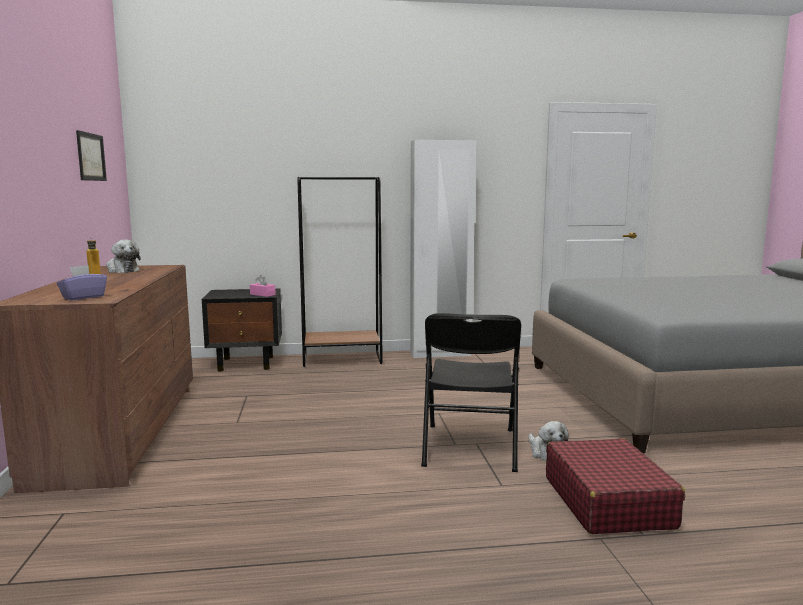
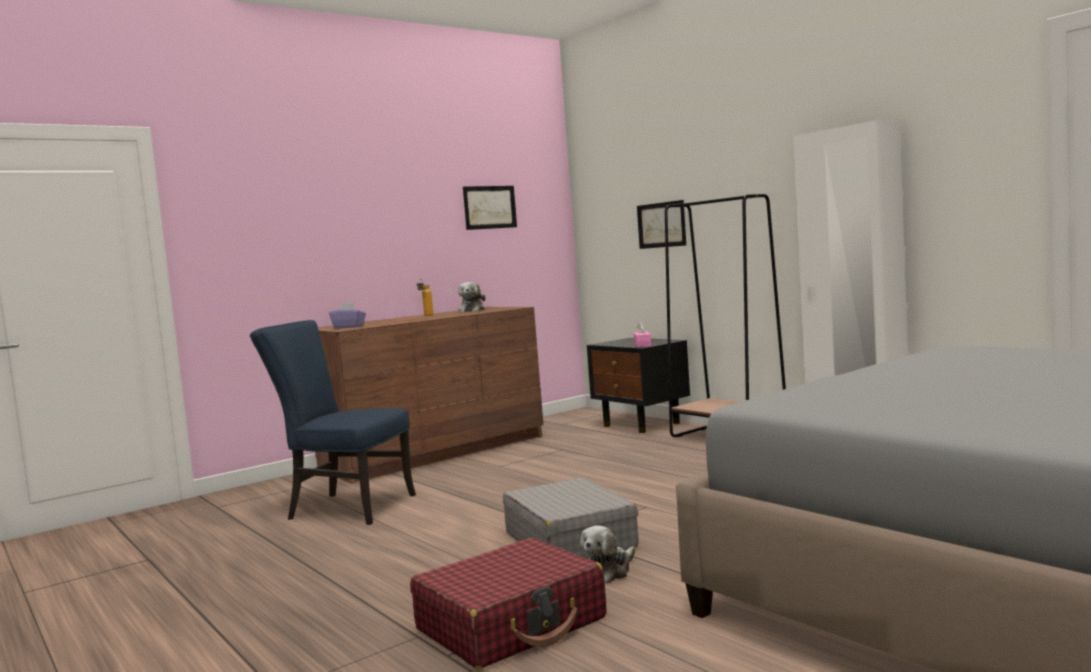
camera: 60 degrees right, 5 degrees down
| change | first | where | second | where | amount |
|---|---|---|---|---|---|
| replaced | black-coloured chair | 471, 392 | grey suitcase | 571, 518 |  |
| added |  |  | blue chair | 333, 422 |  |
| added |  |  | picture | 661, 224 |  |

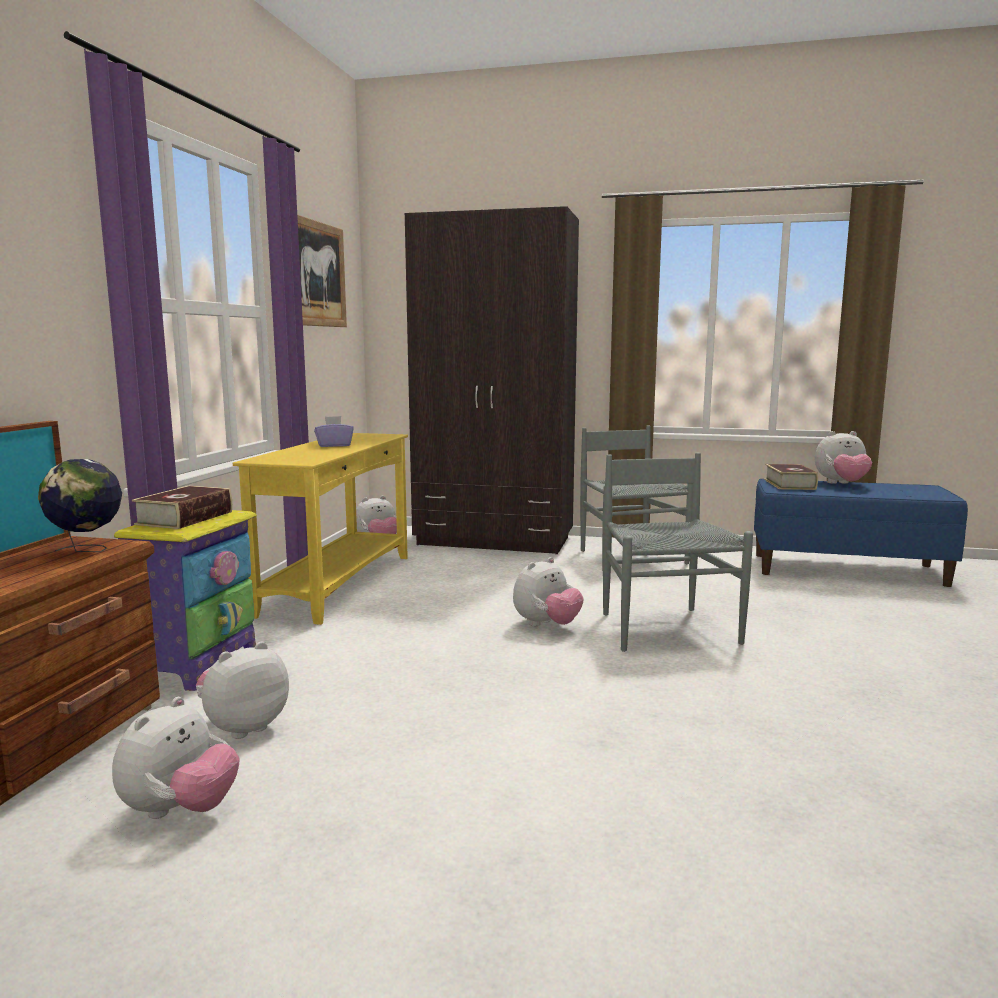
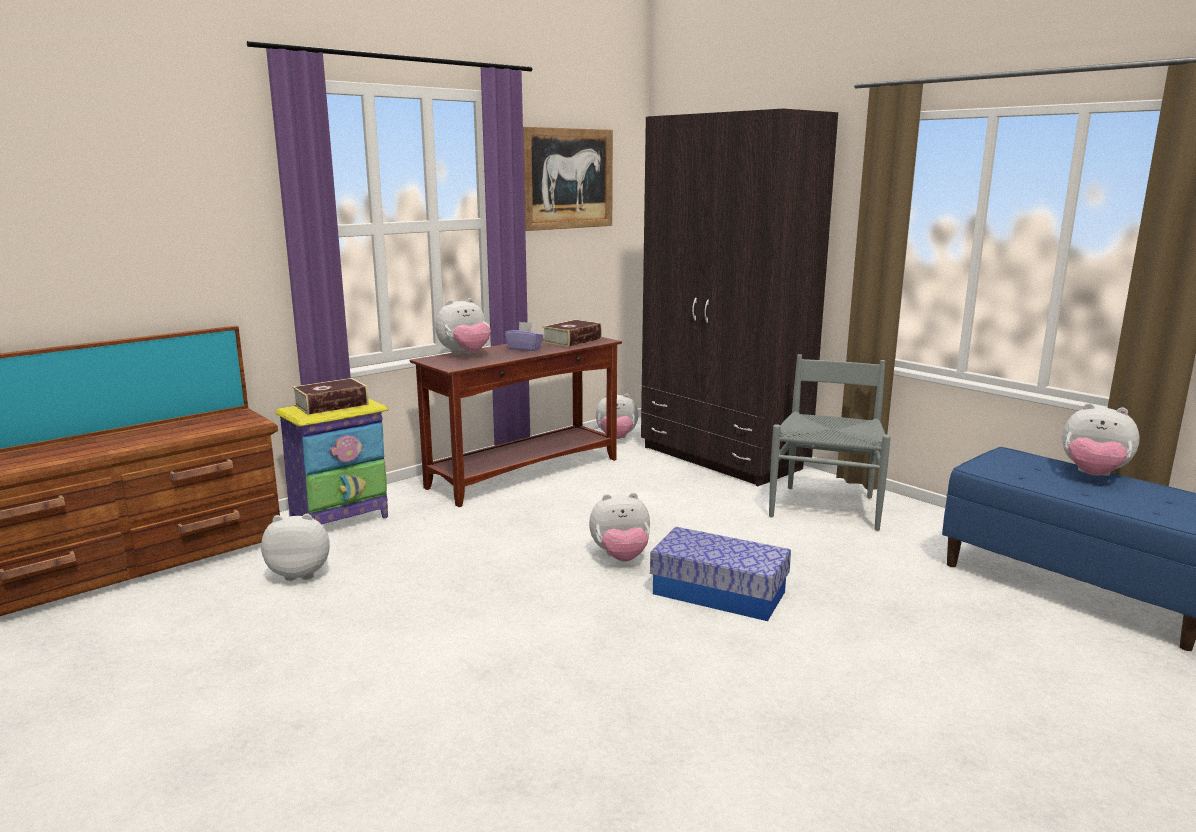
camera: 35 degrees right, 5 degrees up
| change | first | where | second | where | amount |
|---|---|---|---|---|---|
| removed | desk globe | 80, 505 |  |  |  |
| moved | plush toy | 175, 758 |  | 463, 326 |  |
| recoloured | yellowish console table | 320, 529 | brown-coloured console table | 516, 422 |  |
| replaced | grey chair | 678, 552 | storage container | 720, 574 |  |
| moved | volume | 791, 477 |  | 572, 333 |  |

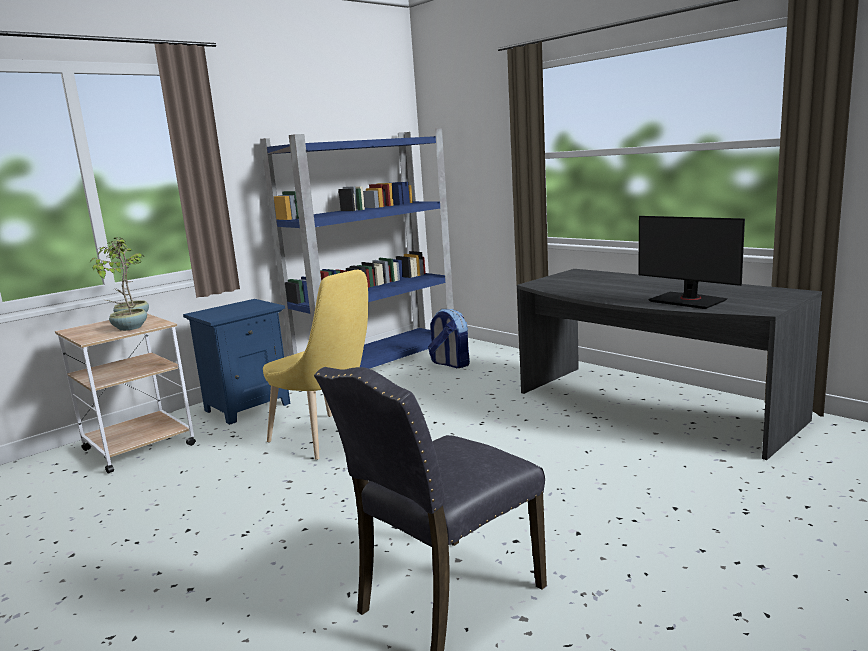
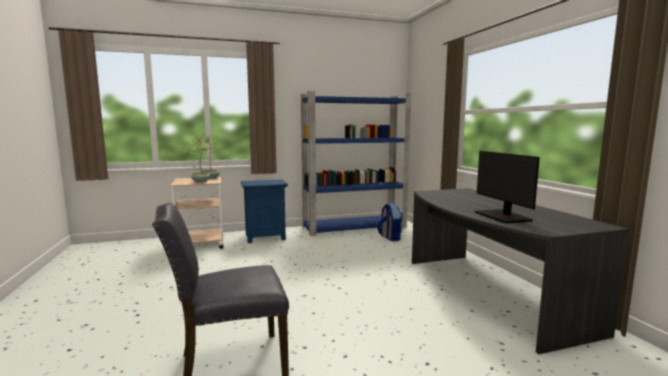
camera: 25 degrees right, 5 degrees down
| change | first | where | second | where | amount |
|---|---|---|---|---|---|
| removed | yellowish chair | 315, 365 |  |  |  |

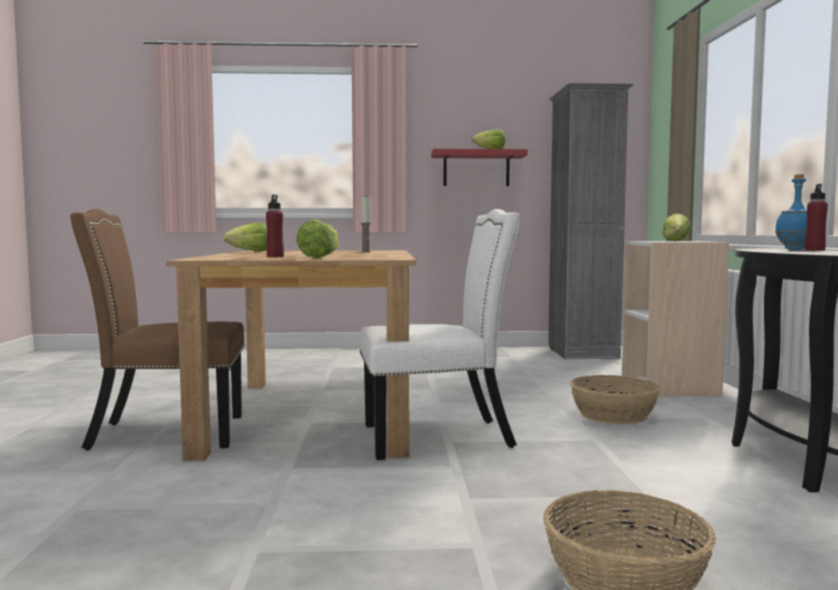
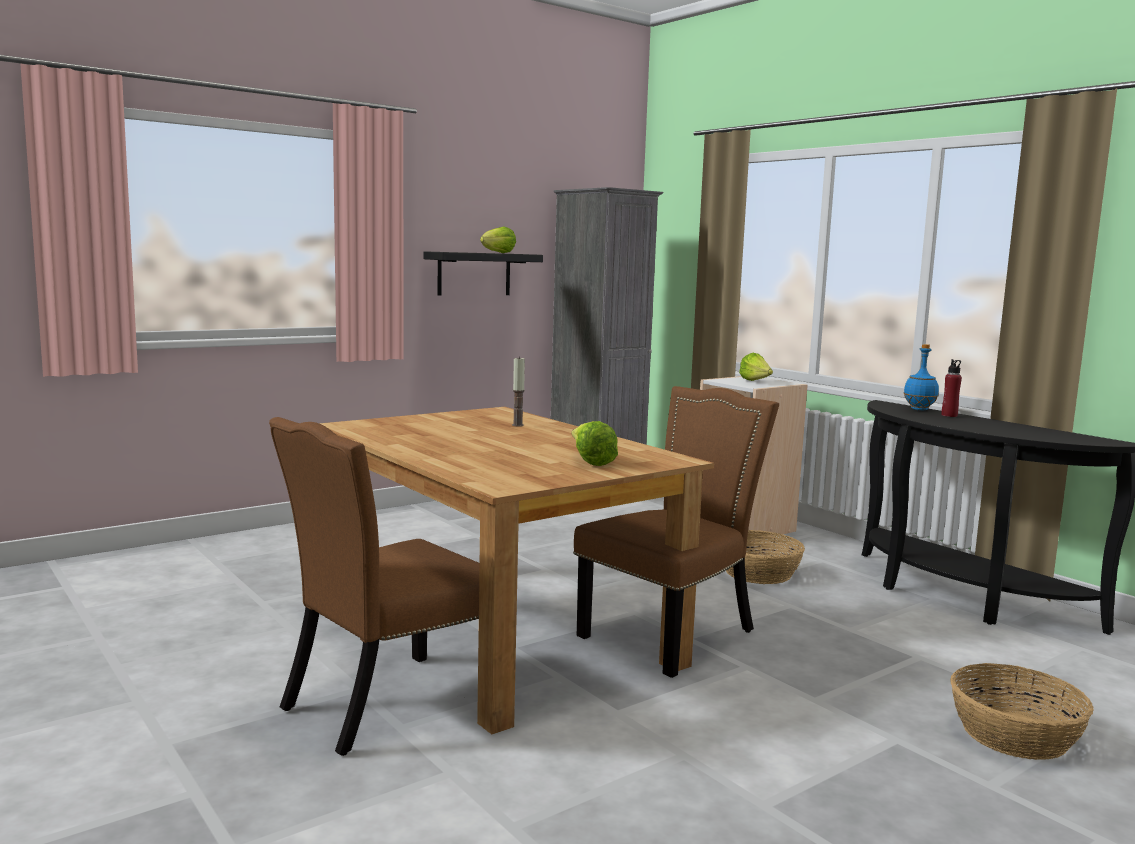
camera: 35 degrees left, 5 degrees up
| change | first | where | second | where | amount |
|---|---|---|---|---|---|
| removed | lettuce head | 245, 237 |  |  |  |
| removed | red bottle | 275, 225 |  |  |  |
| recoloured | whitish chair | 440, 334 | brown-coloured chair | 676, 532 |  |
| recoloured | red bracket shelf | 479, 167 | black-coloured bracket shelf | 483, 273 |  |

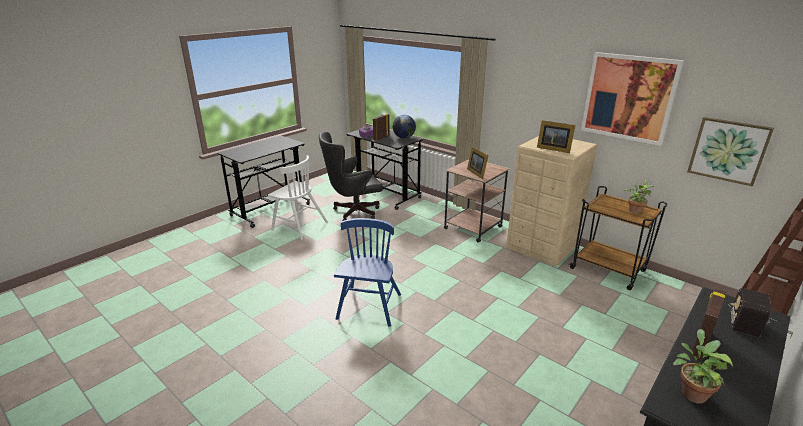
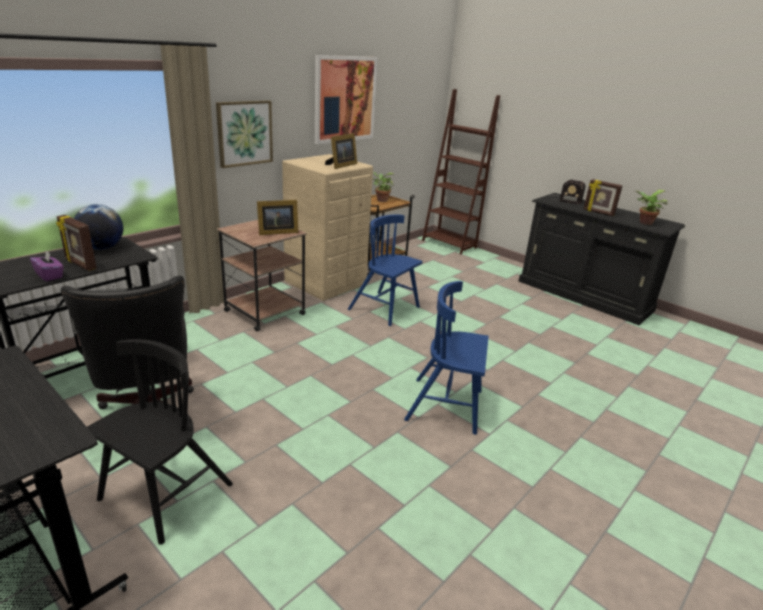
camera: 90 degrees left, 0 degrees up
| change | first | where | second | where | amount |
|---|---|---|---|---|---|
| recoloured | whitish chair | 298, 197 | black-coloured chair | 160, 442 |  |
| moved | picture | 730, 152 |  | 244, 134 |  |
| added |  |  | blue chair | 385, 270 |  |

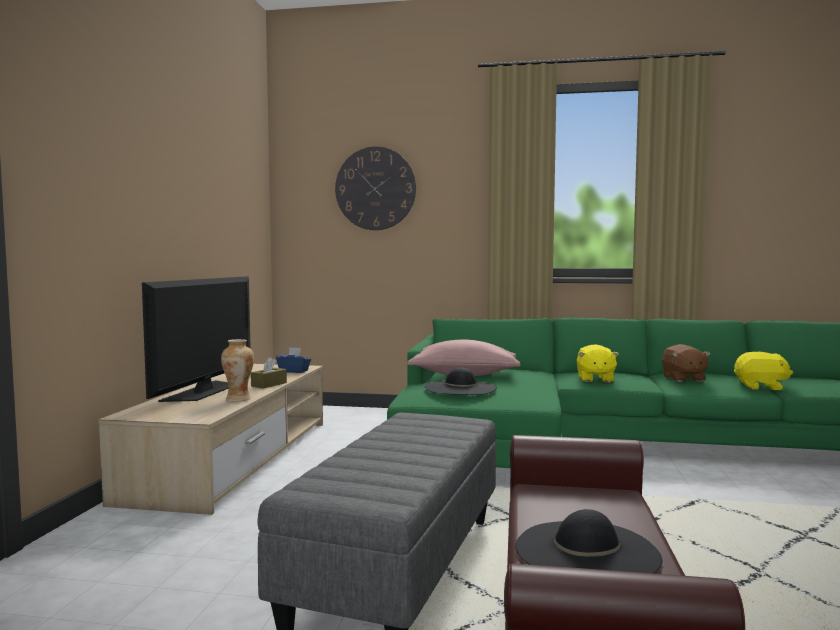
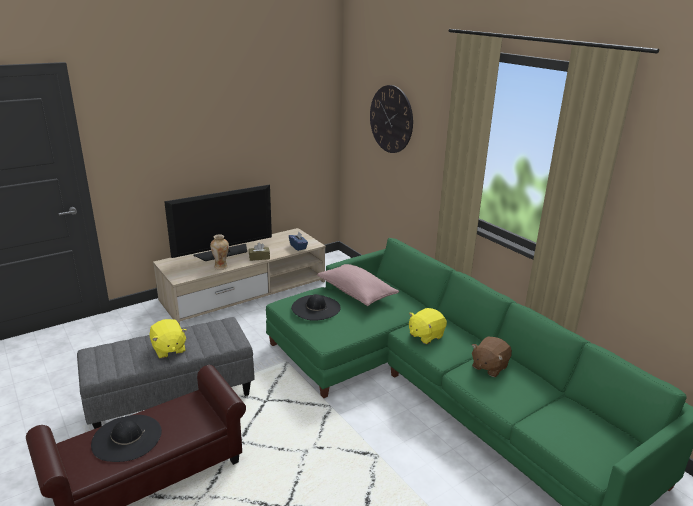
camera: 45 degrees right, 20 degrees up
| change | first | where | second | where | amount |
|---|---|---|---|---|---|
| moved | yellowish plush toy | 763, 371 |  | 168, 339 |  |

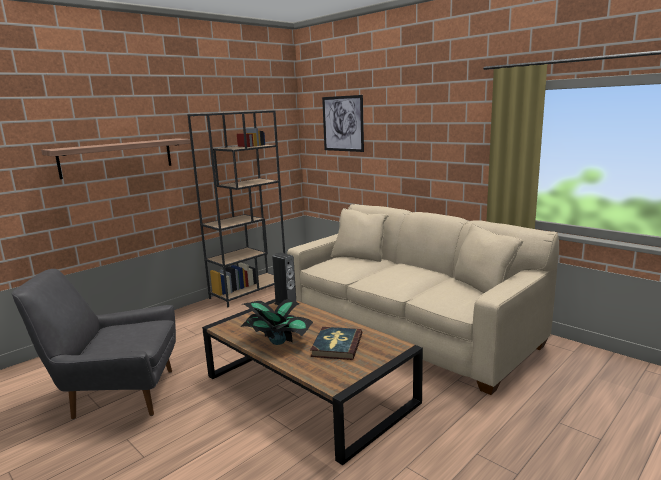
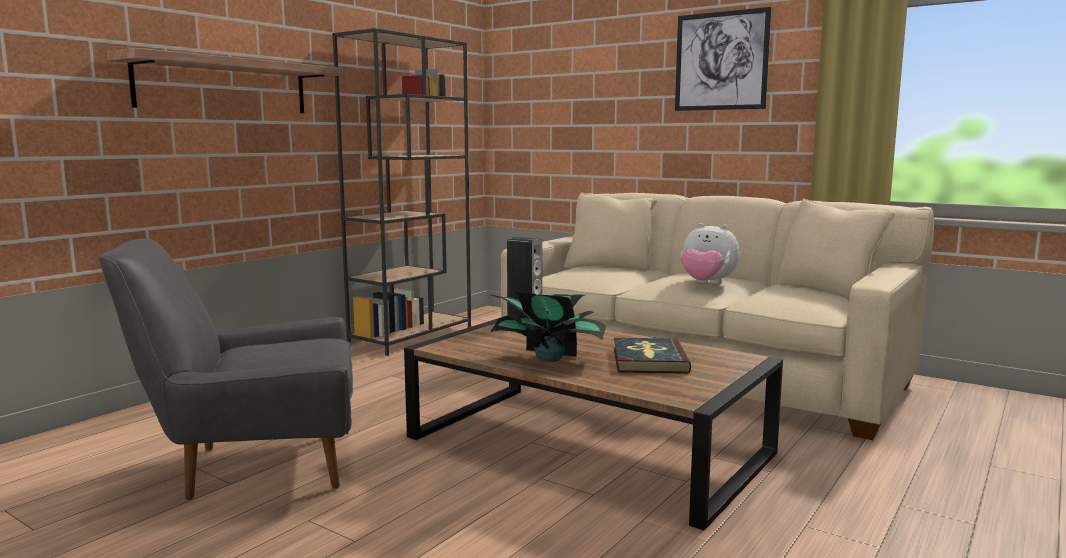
camera: 10 degrees left, 5 degrees down
| change | first | where | second | where | amount |
|---|---|---|---|---|---|
| moved | picture | 343, 123 |  | 723, 59 |  |
| added |  |  | plush toy | 710, 253 |  |

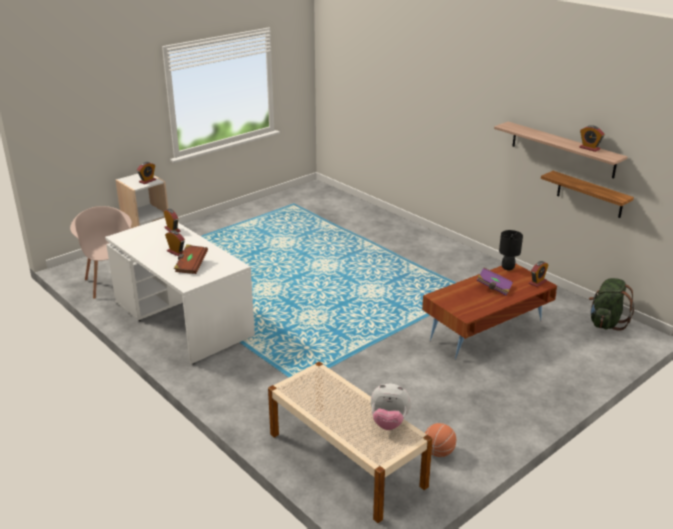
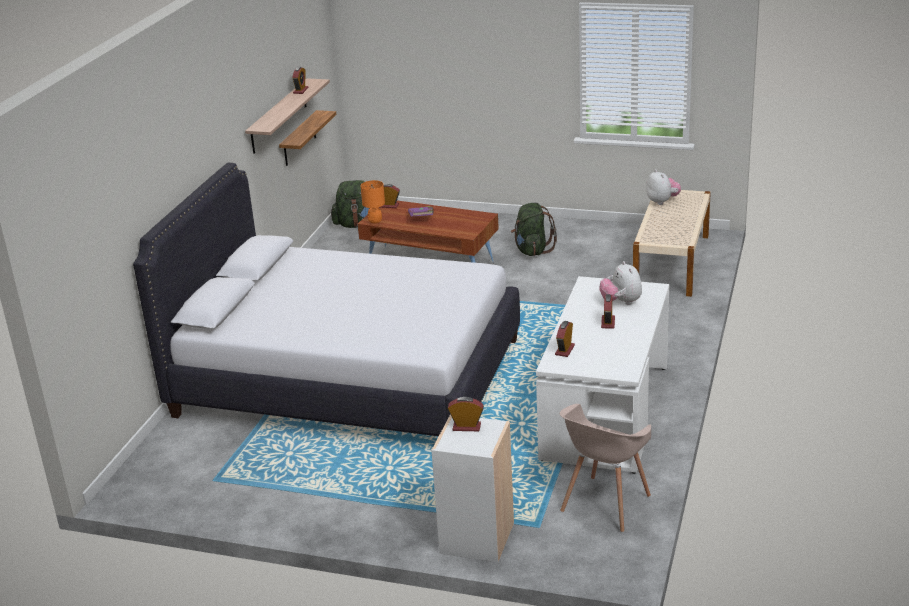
camera: 120 degrees left, 0 degrees up
| change | first | where | second | where | amount |
|---|---|---|---|---|---|
| replaced | brown-coloured volume | 191, 259 | plush toy | 620, 283 |  |
| removed | ball for basketball | 440, 440 |  |  |  |
| recoloured | black-coloured tabletop lamp | 511, 250 | orange-coloured tabletop lamp | 373, 202 |  |
| added |  |  | whitish bedroom bed | 326, 299 |  |
| added |  |  | greenish rucksack | 534, 229 |  |

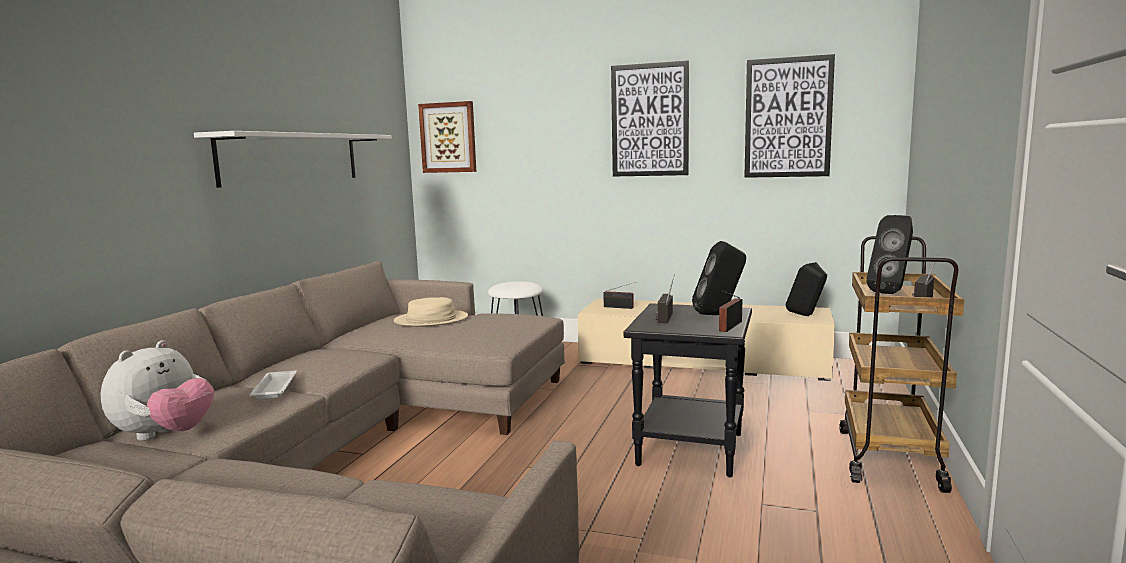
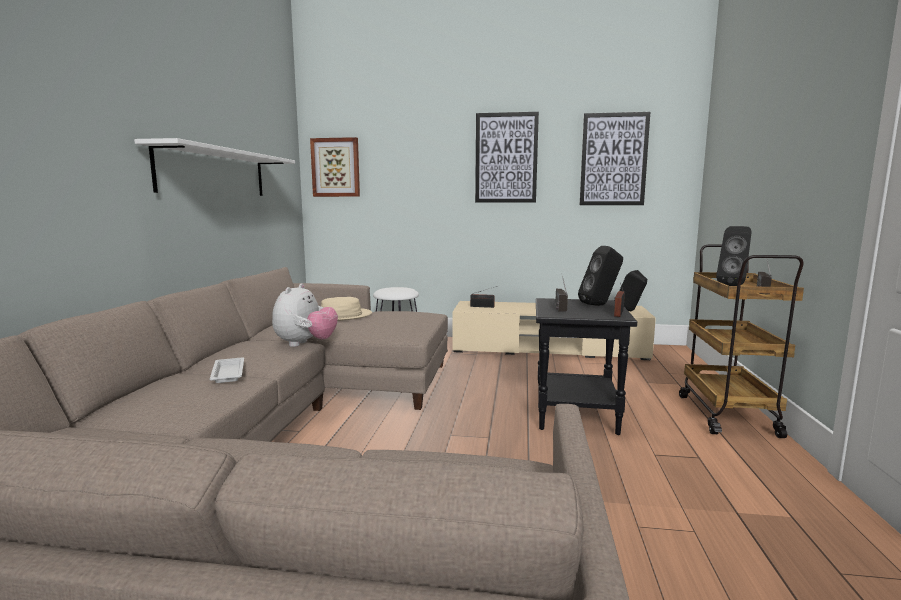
camera: 10 degrees left, 0 degrees up
| change | first | where | second | where | amount |
|---|---|---|---|---|---|
| moved | plush toy | 157, 390 |  | 305, 315 |  |

